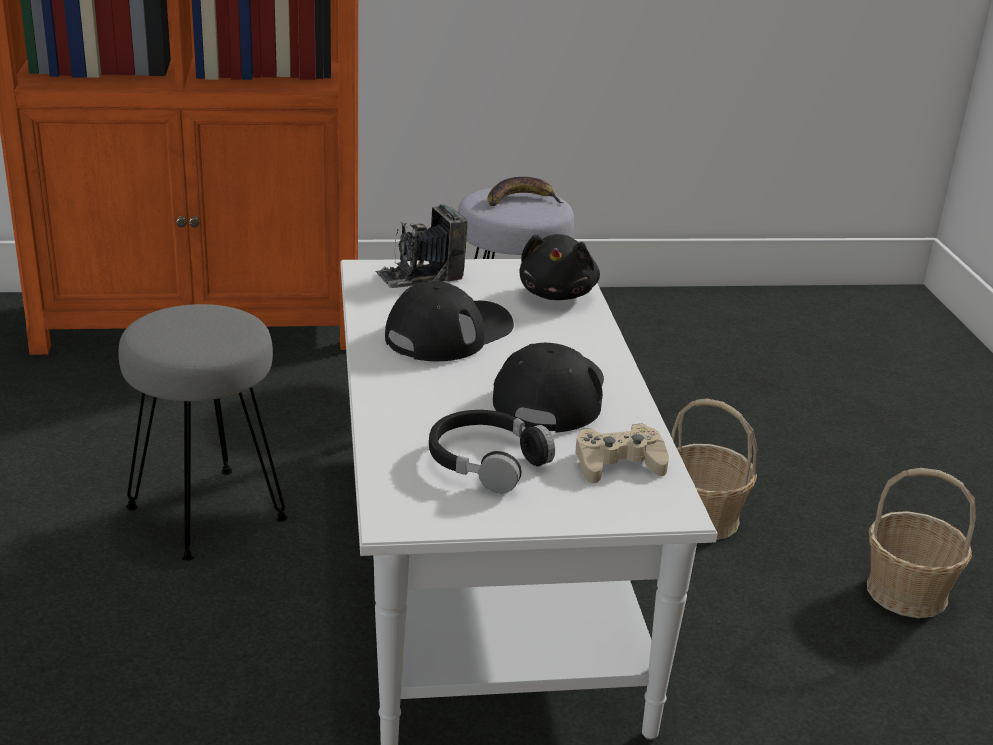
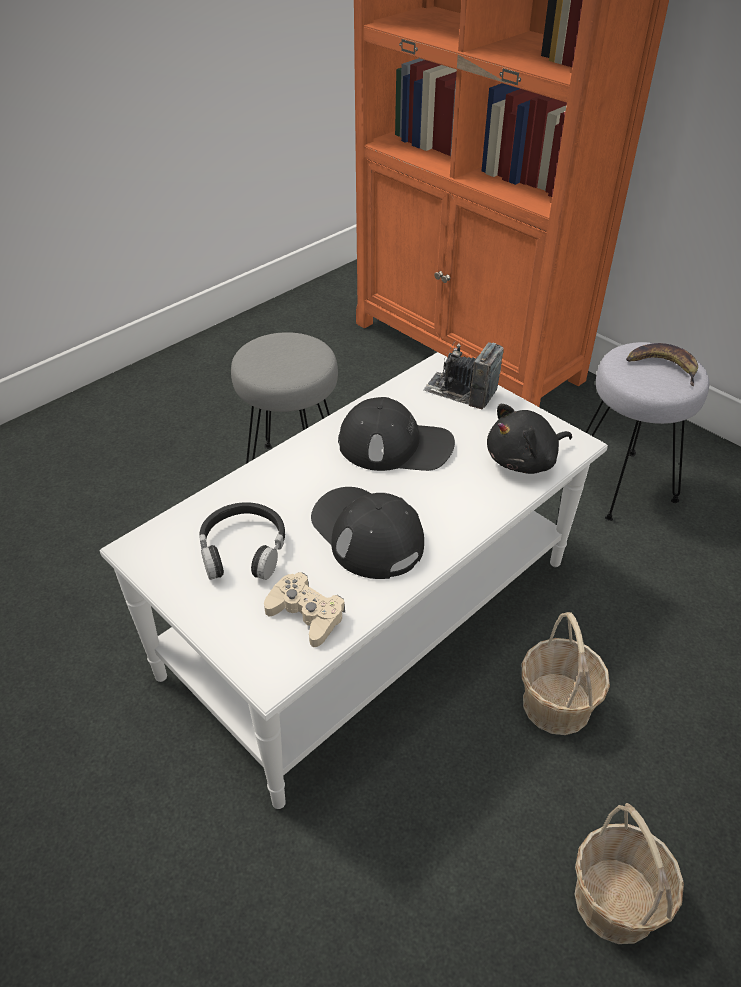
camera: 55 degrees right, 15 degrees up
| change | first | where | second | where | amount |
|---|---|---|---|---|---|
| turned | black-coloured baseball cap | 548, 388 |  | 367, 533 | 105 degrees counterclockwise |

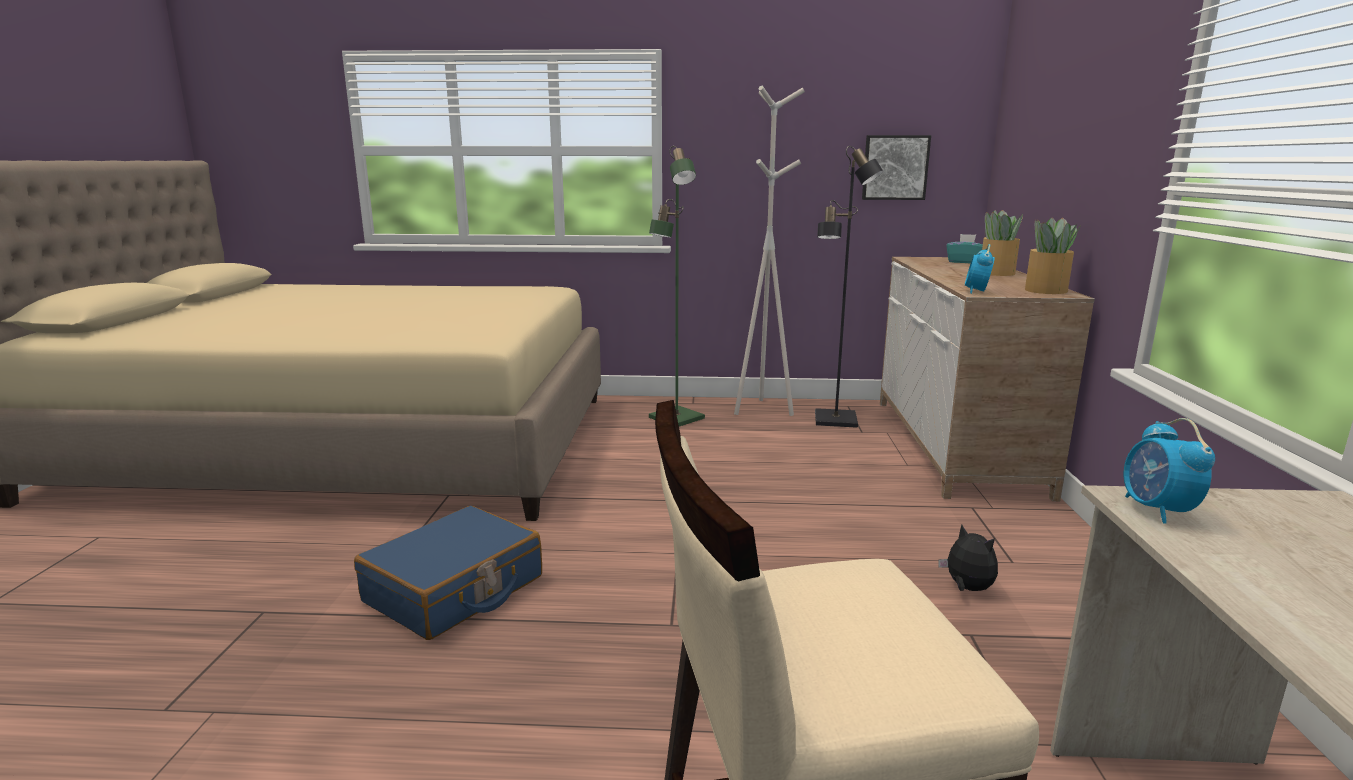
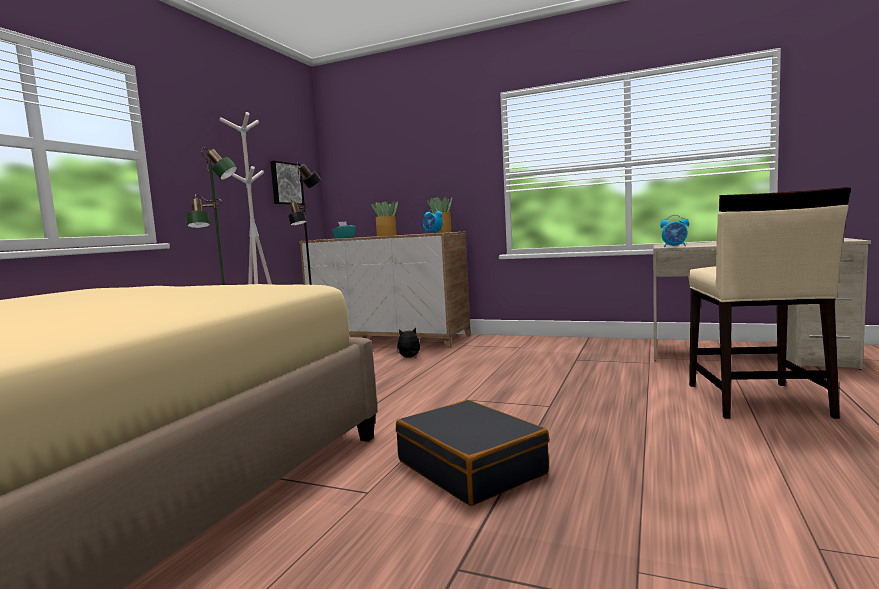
camera: 70 degrees left, 10 degrees down
| change | first | where | second | where | amount |
|---|---|---|---|---|---|
| recoloured | blue suitcase | 448, 573 | black-coloured suitcase | 473, 453 |  |
| moved | plush toy | 968, 558 |  | 408, 343 |  |

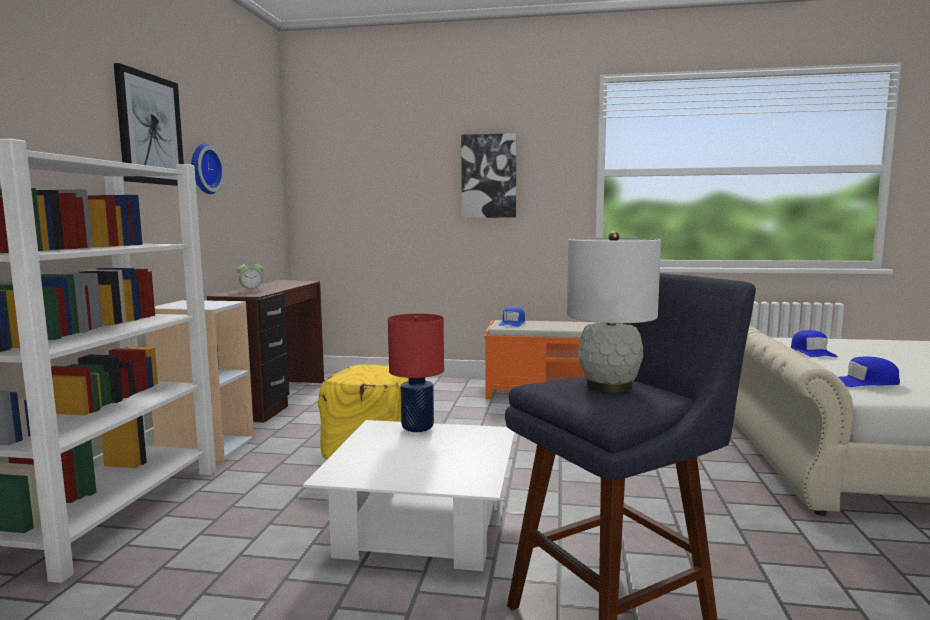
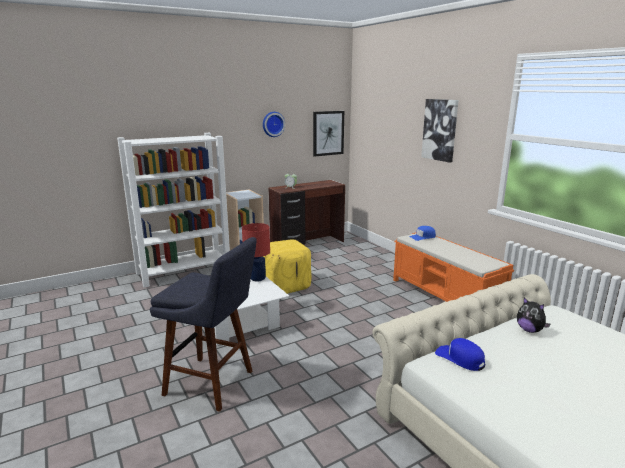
camera: 50 degrees right, 10 degrees up
| change | first | where | second | where | amount |
|---|---|---|---|---|---|
| moved | picture | 149, 124 |  | 328, 134 |  |
| removed | whitish tabletop lamp | 614, 312 |  |  |  |
| replaced | blue baseball cap | 814, 343 | plush toy | 533, 315 |  |

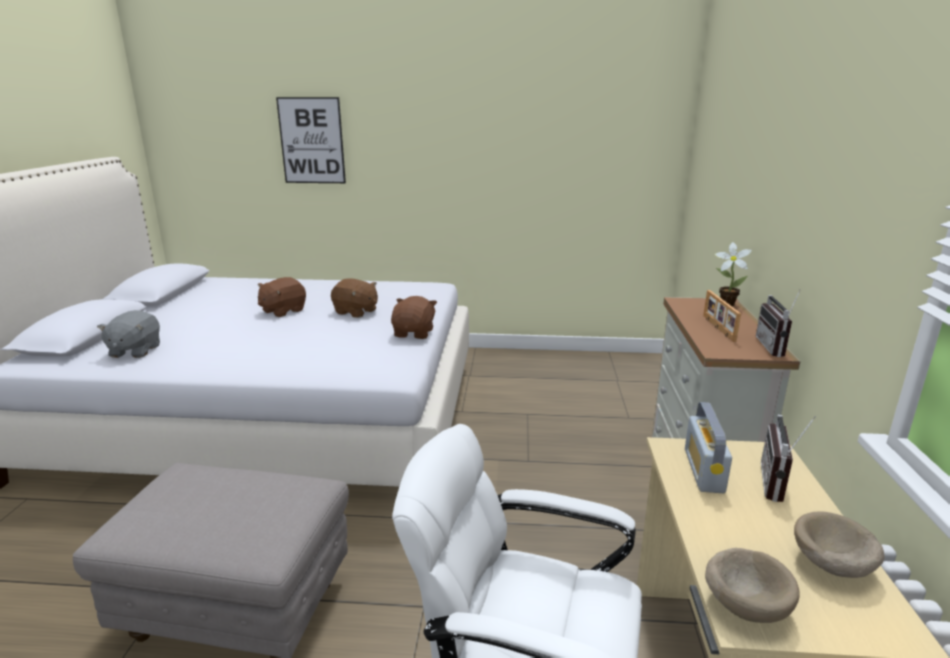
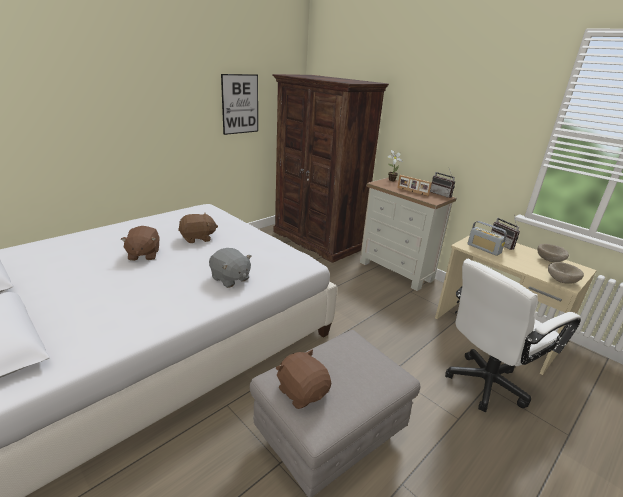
camera: 50 degrees left, 5 degrees up
| change | first | where | second | where | amount |
|---|---|---|---|---|---|
| moved | grey plush toy | 128, 334 |  | 230, 268 |  |
| moved | picture | 311, 140 |  | 239, 104 |  |
| moved | brown-coloured plush toy | 414, 317 |  | 303, 379 |  |
| added |  |  | brown-coloured clothes cupboard | 330, 168 |  |

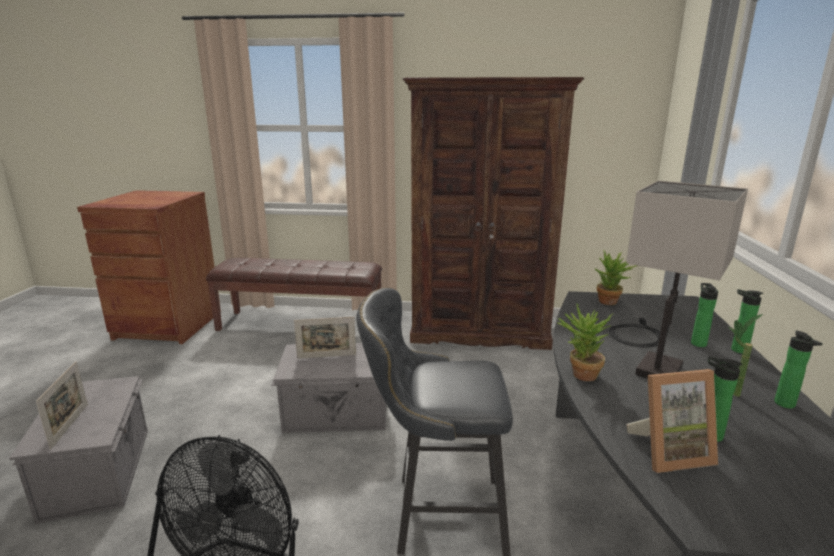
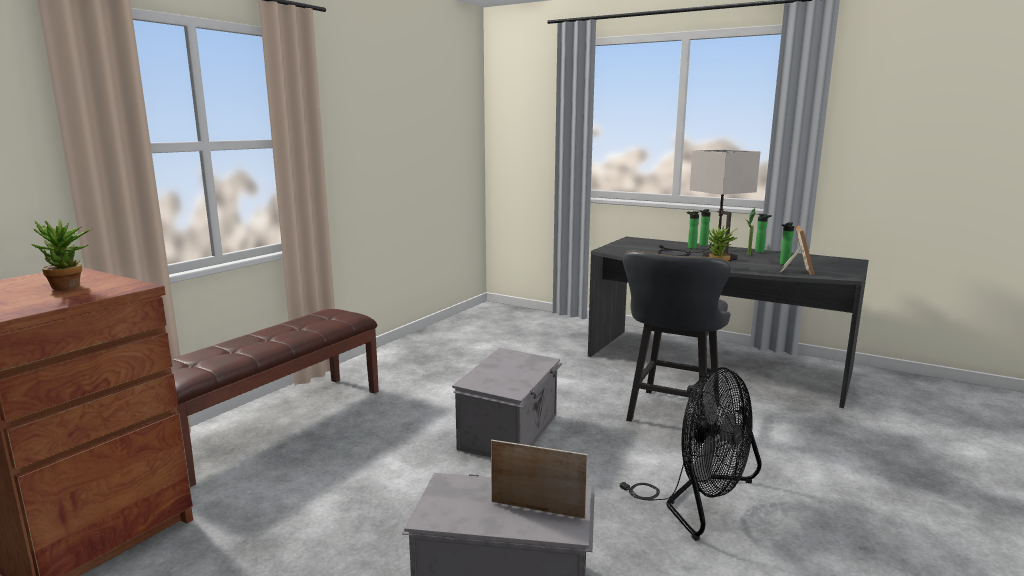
camera: 65 degrees left, 5 degrees down
| change | first | where | second | where | amount |
|---|---|---|---|---|---|
| removed | picture frame | 325, 338 |  |  |  |
| removed | brown-coloured clothes cupboard | 493, 213 |  |  |  |
| moved | plant in a pot | 616, 278 |  | 62, 255 |  |

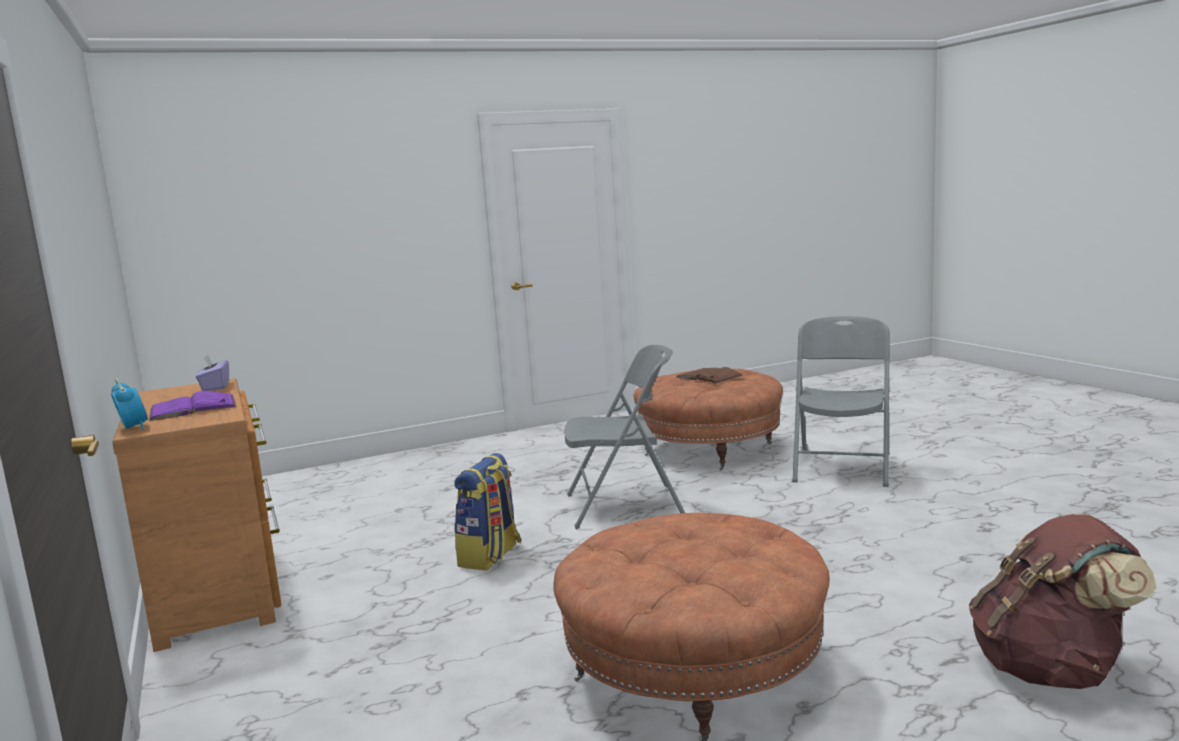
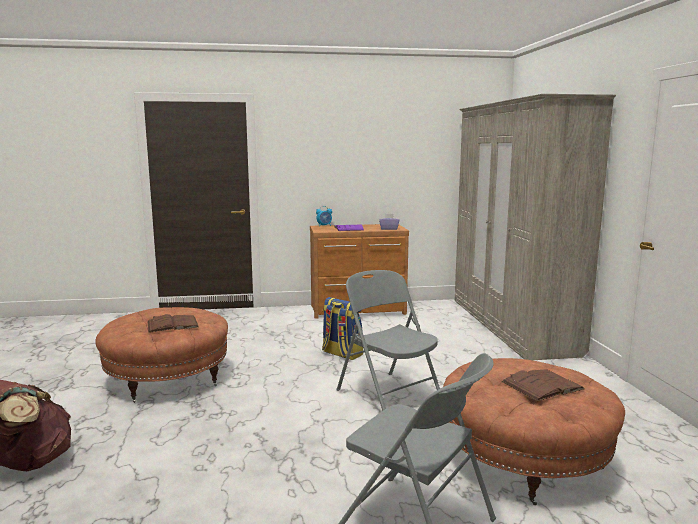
camera: 105 degrees right, 0 degrees up
| change | first | where | second | where | amount |
|---|---|---|---|---|---|
| turned | grey chair | 625, 437 |  | 388, 340 | 135 degrees clockwise |
| added |  |  | brown-coloured volume | 173, 323 |  |
| added |  |  | beige clothes cupboard | 535, 227 |  |

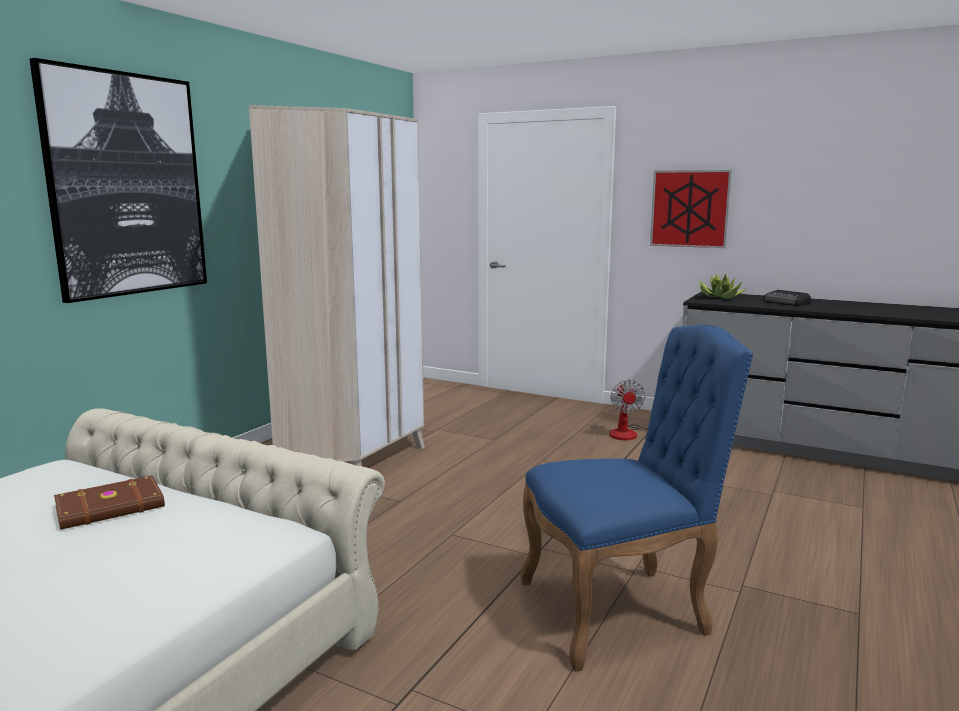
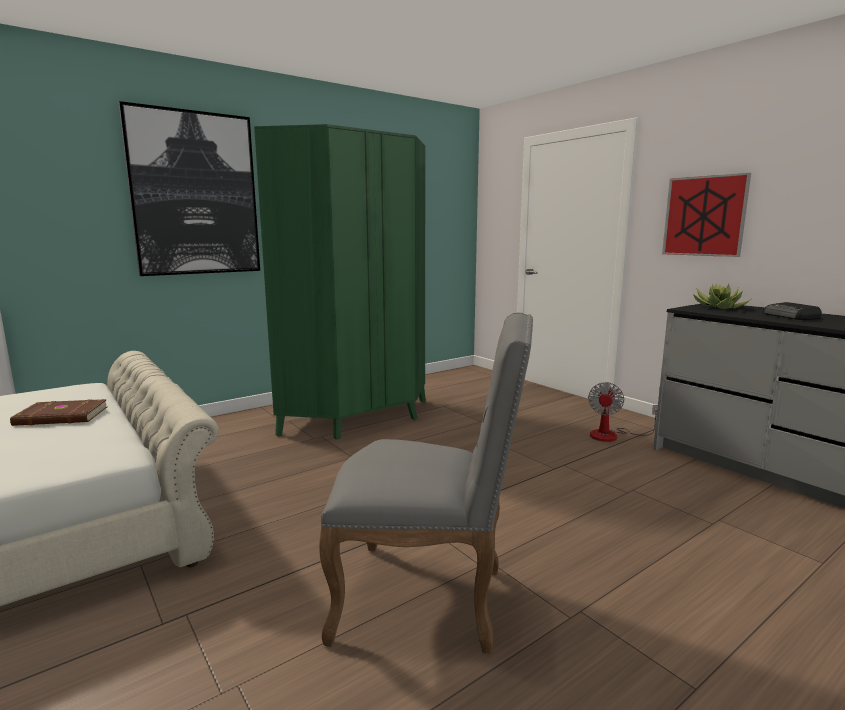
camera: 25 degrees right, 0 degrees up
| change | first | where | second | where | amount |
|---|---|---|---|---|---|
| recoloured | beige clothes cupboard | 337, 285 | greenish clothes cupboard | 340, 282 |  |
| recoloured | blue chair | 636, 498 | grey chair | 426, 482 |  |

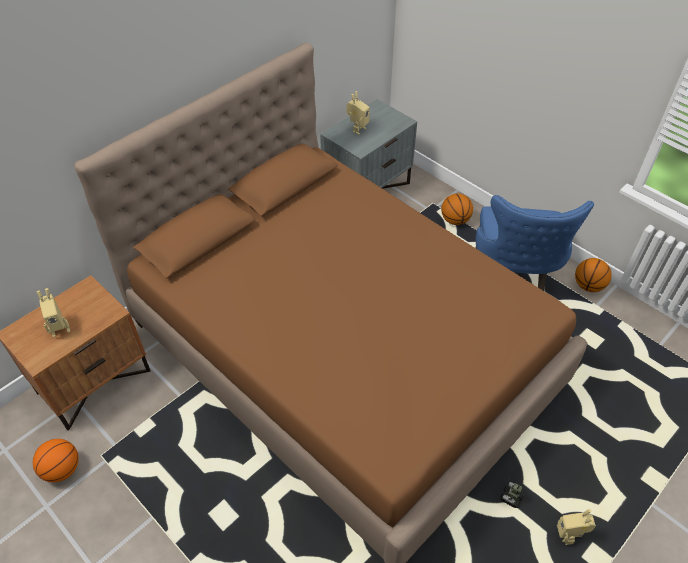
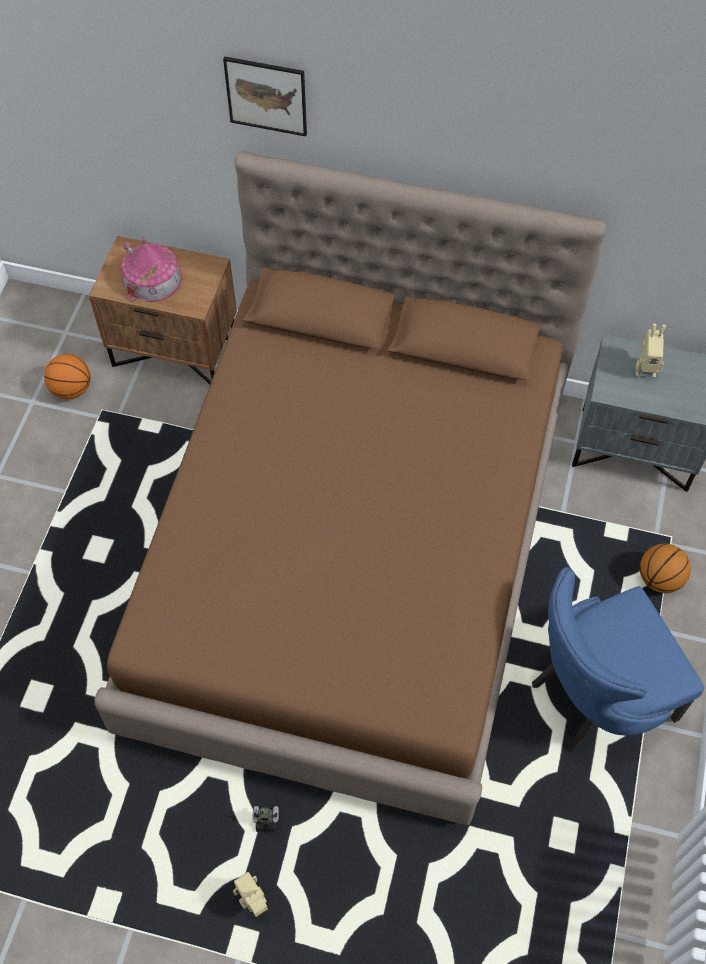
camera: 60 degrees right, 10 degrees up
| change | first | where | second | where | amount |
|---|---|---|---|---|---|
| replaced | robot figure | 53, 312 | toy house | 151, 270 |  |
| removed | ball for basketball | 593, 275 |  |  |  |
| added |  |  | picture | 265, 96 |  |

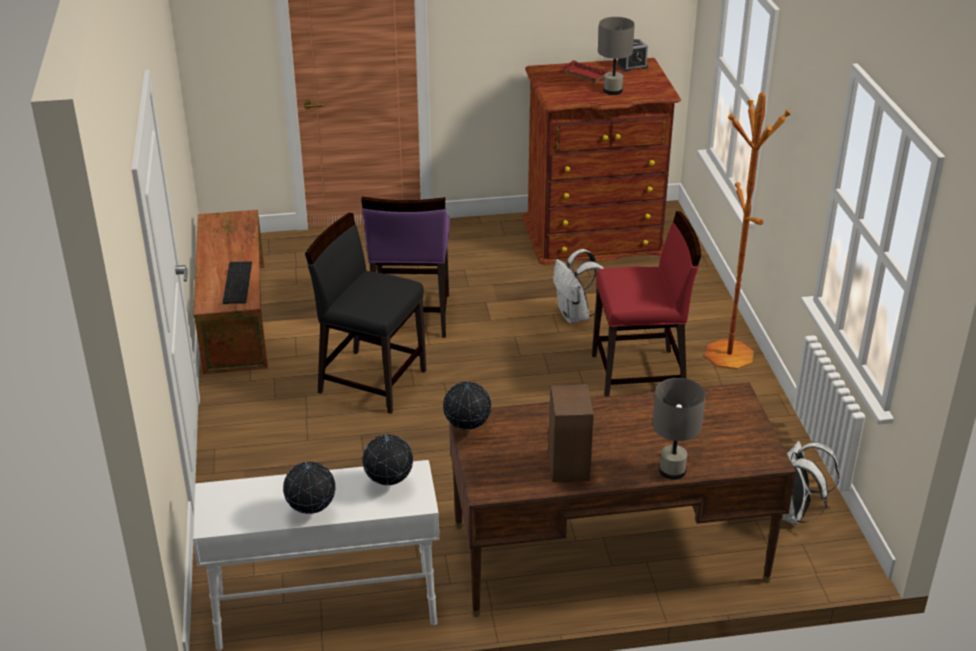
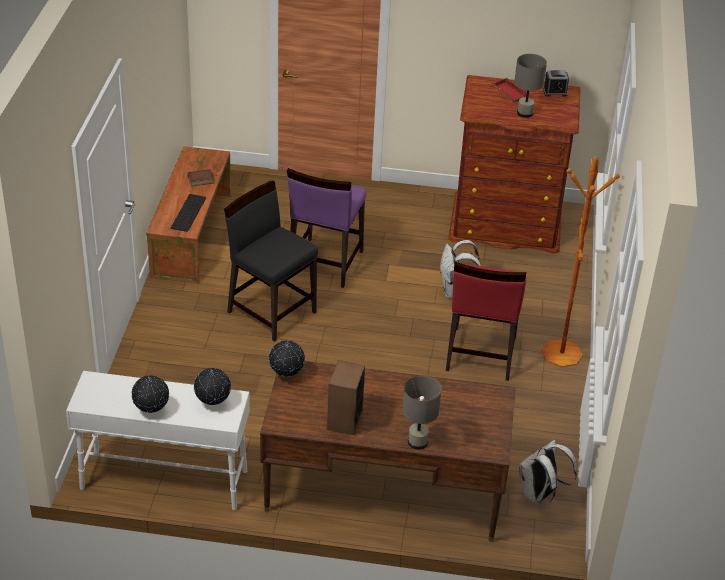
camera: 15 degrees right, 5 degrees up
| change | first | where | second | where | amount |
|---|---|---|---|---|---|
| turned | red chair | 646, 304 |  | 486, 321 | 90 degrees clockwise |
| added |  |  | volume | 201, 178 |  |

